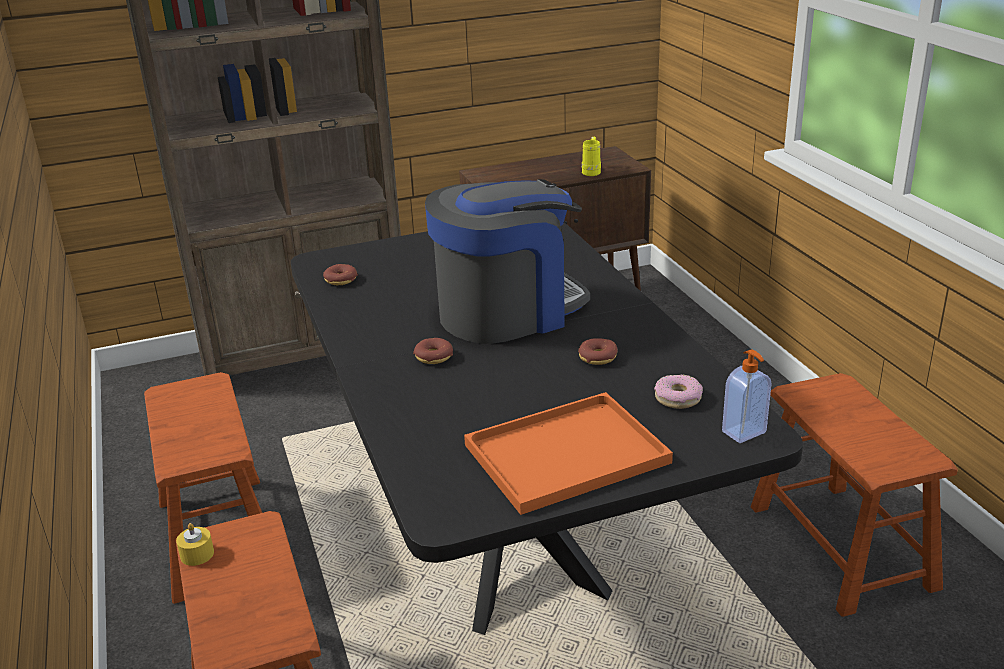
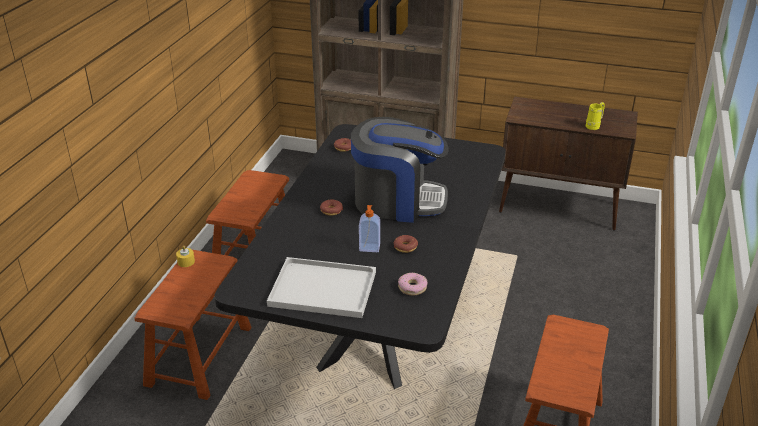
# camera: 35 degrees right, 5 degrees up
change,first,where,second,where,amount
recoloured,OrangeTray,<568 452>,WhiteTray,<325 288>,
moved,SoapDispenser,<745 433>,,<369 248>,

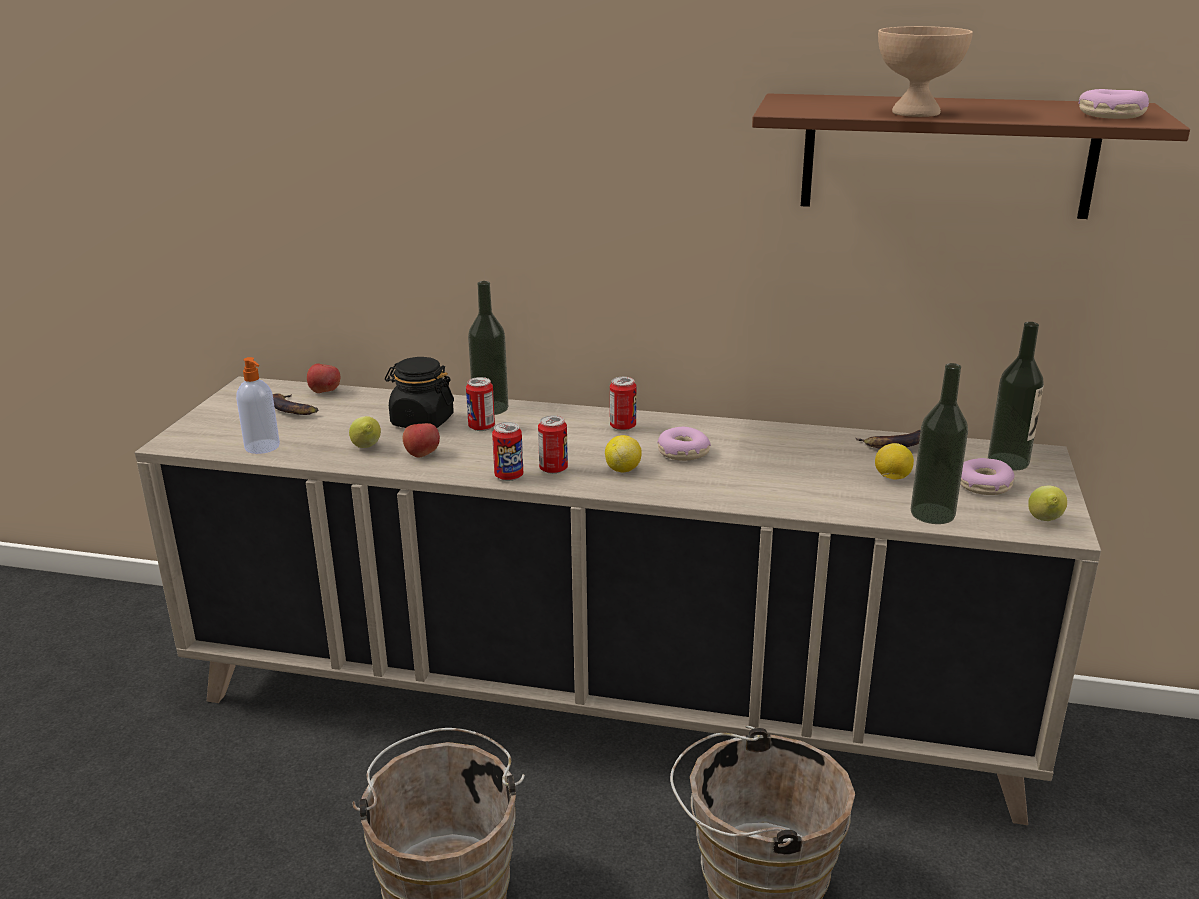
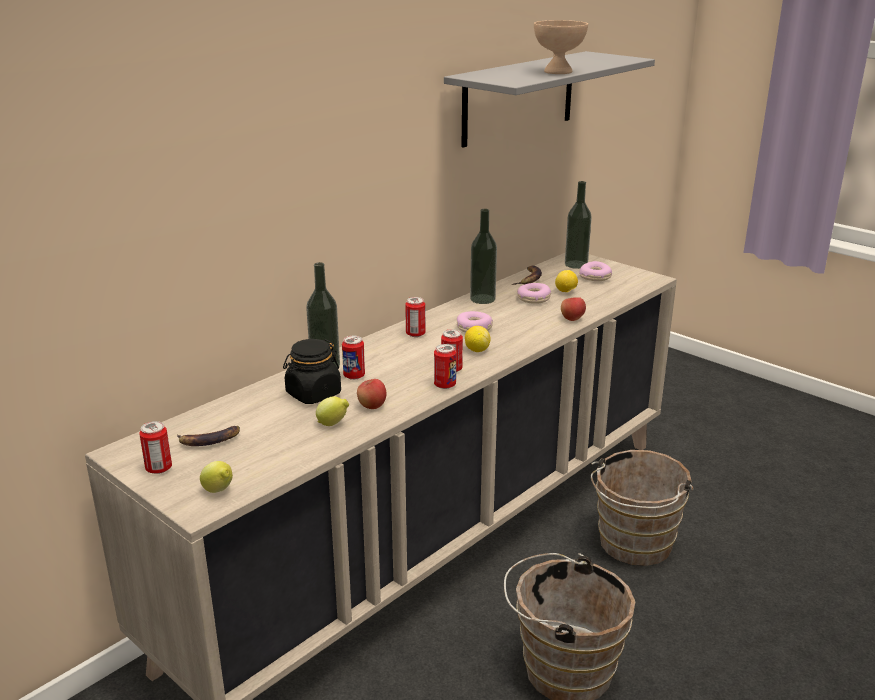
# camera: 60 degrees left, 0 degrees up
change,first,where,second,where,amount
added,,,Can,<159 469>,
moved,Lemon,<1044 521>,,<219 491>,
recoloured,BrownShelf,<947 156>,GreyShelf,<519 98>,
moved,Bottle,<932 513>,,<482 299>,
moved,Donut,<1111 116>,,<533 299>,
moved,Apple,<325 392>,,<572 319>,
removed,SoapDispenser,<263 447>,,,

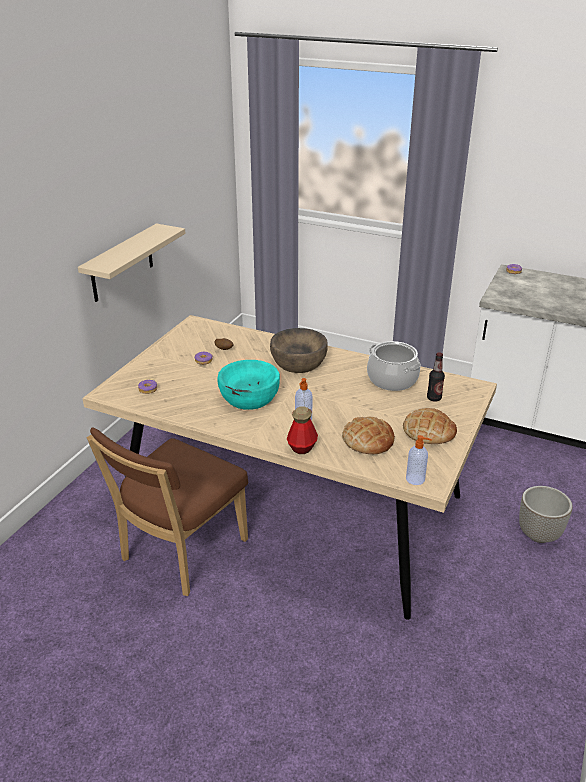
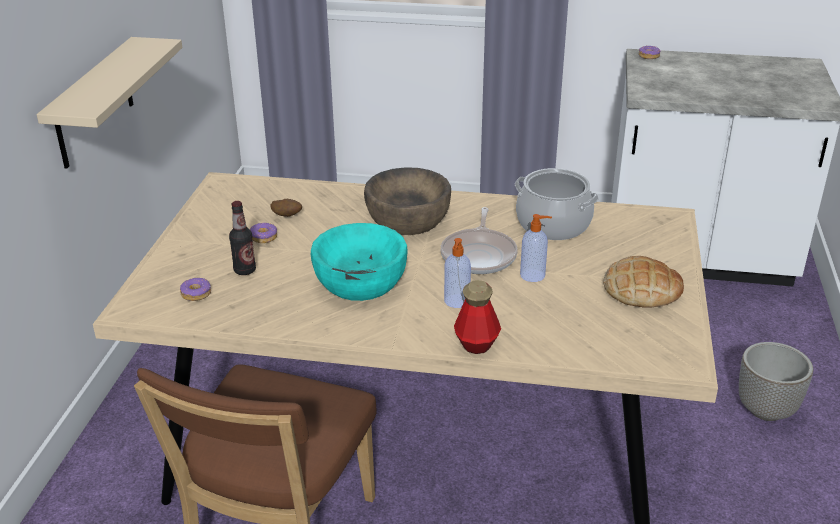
# camera: 15 degrees left, 0 degrees up
change,first,where,second,where,amount
moved,Bottle,<434 398>,,<245 270>,
added,,,FryingPan,<479 255>,
moved,SoapDispenser,<416 479>,,<533 275>,
removed,Bread,<368 440>,,,

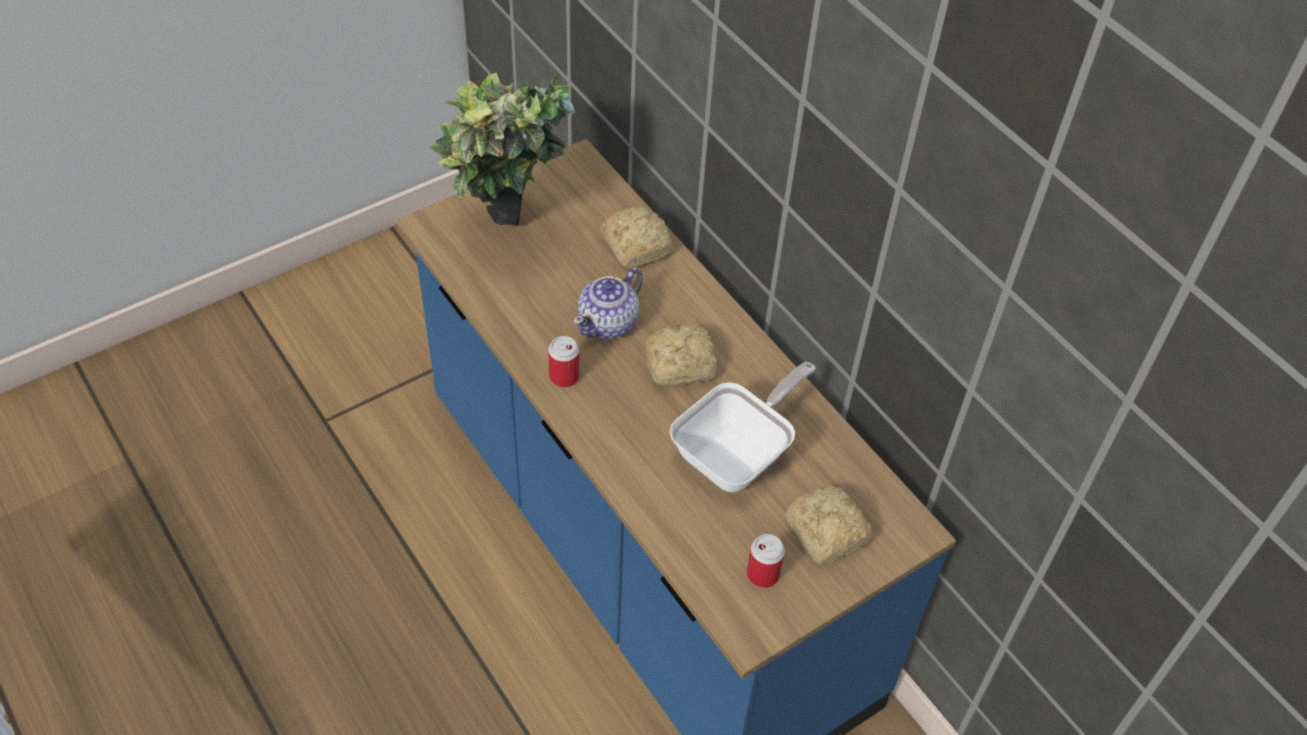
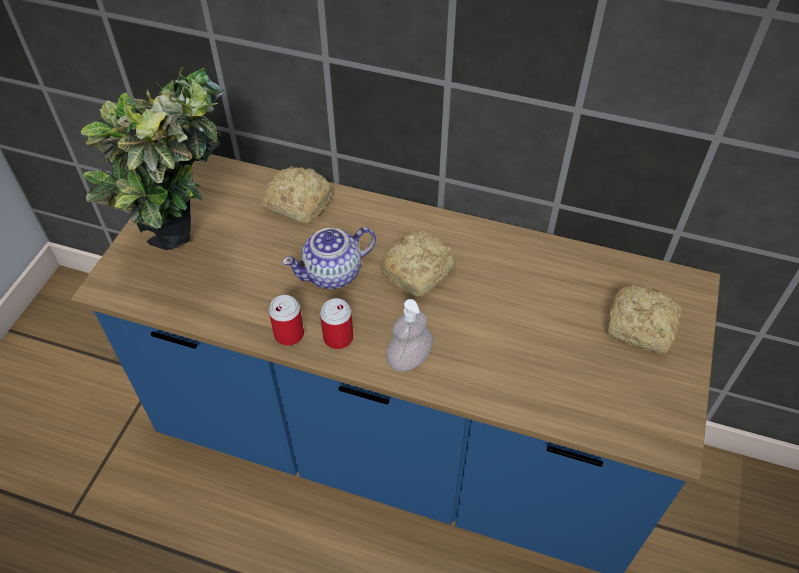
# camera: 35 degrees left, 0 degrees up
change,first,where,second,where,amount
moved,Can,<762 574>,,<289 334>,
turned,Teapot,<609 323>,,<333 273>,60 degrees clockwise
added,,,SoapDispenser,<409 359>,
removed,FryingPan,<738 454>,,,

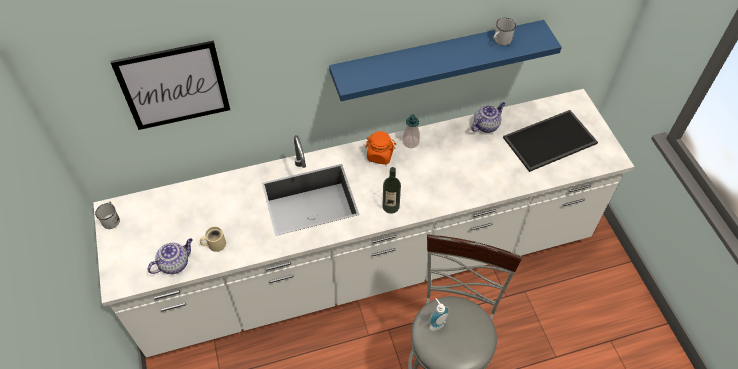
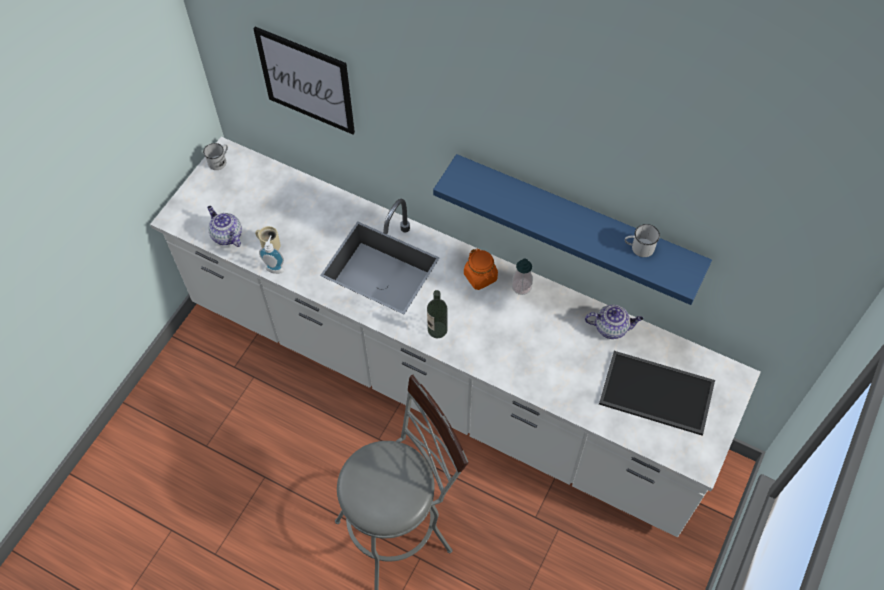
# camera: 45 degrees right, 5 degrees up
change,first,where,second,where,amount
turned,Teapot,<175 263>,,<226 235>,135 degrees counterclockwise
moved,SoapDispenser,<436 323>,,<275 267>,

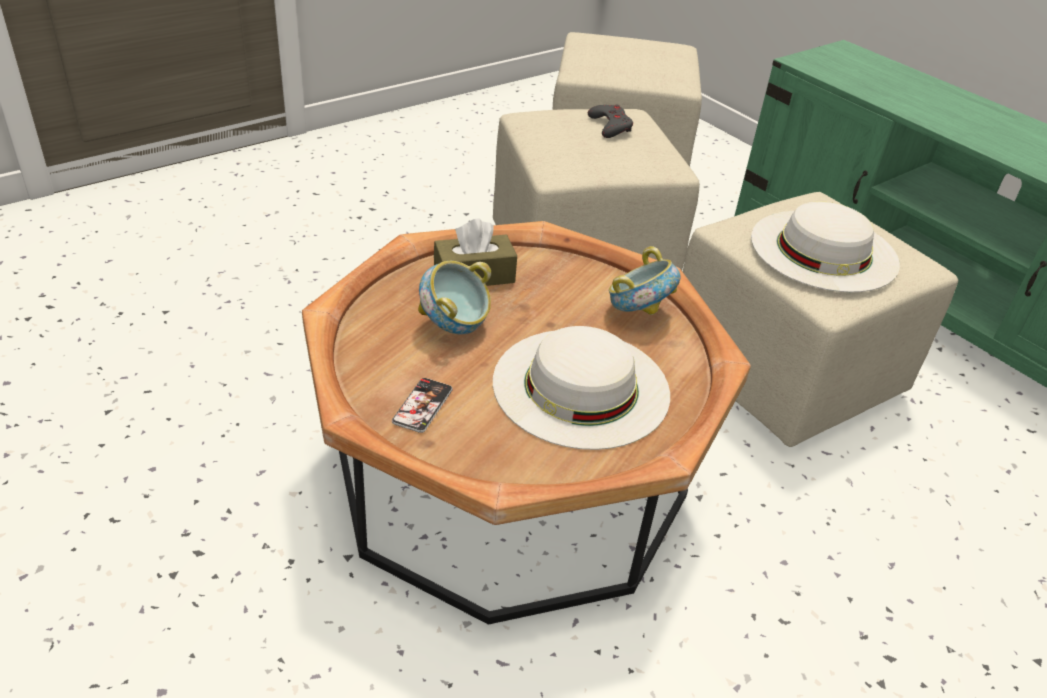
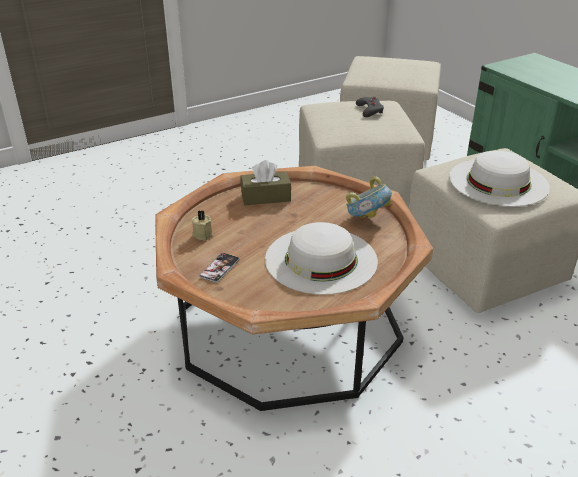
# camera: 10 degrees right, 5 degrees down
change,first,where,second,where,amount
added,,,BeigeCandle,<203 234>,
removed,Bowl,<454 327>,,,

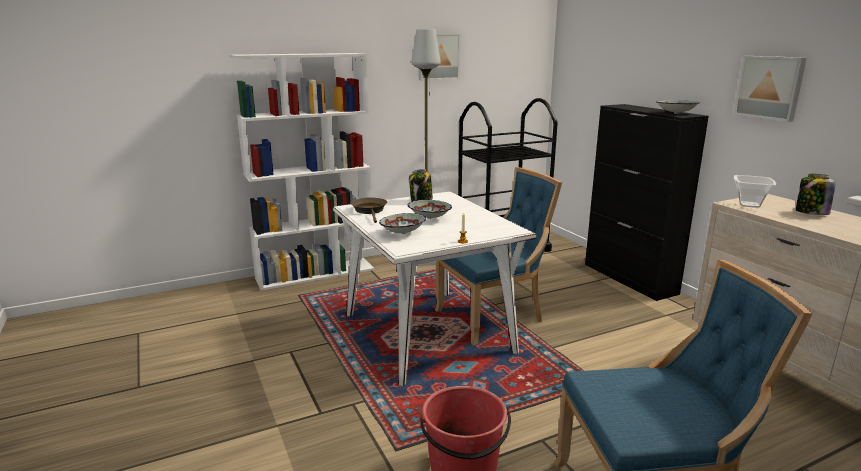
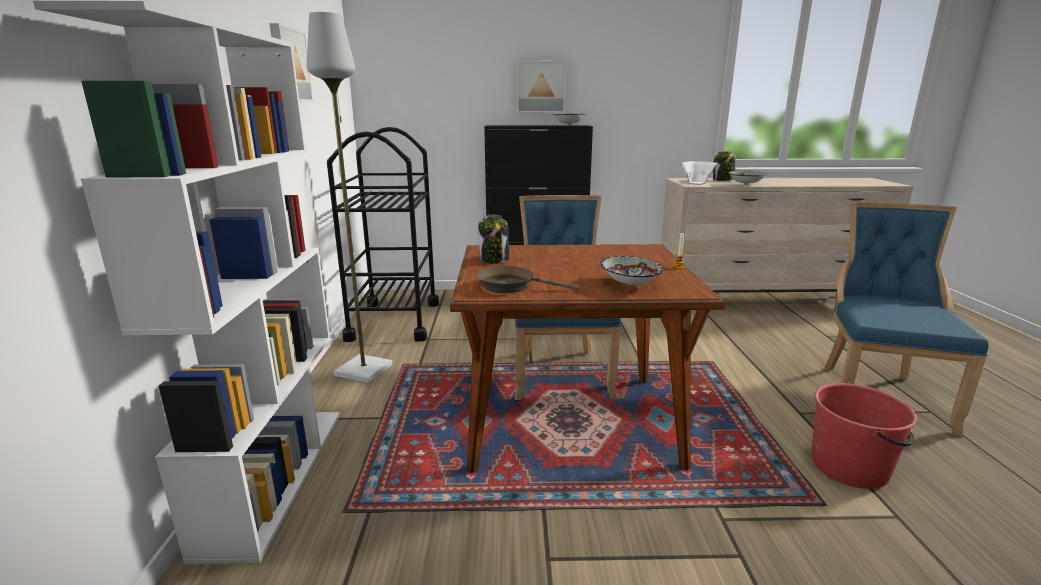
# camera: 65 degrees left, 0 degrees up
change,first,where,second,where,amount
recoloured,WhiteDiningTable,<427 333>,BrownDiningTable,<570 420>,
moved,Picture,<770 87>,,<540 87>,
moved,Bowl,<429 218>,,<745 184>,

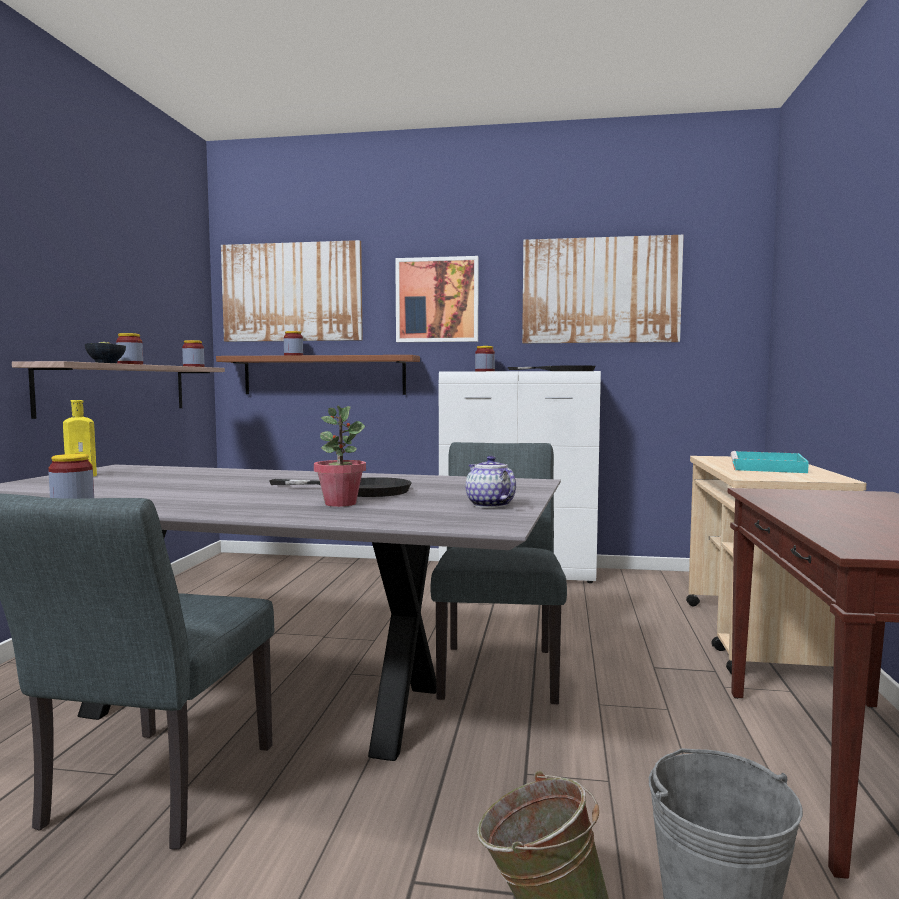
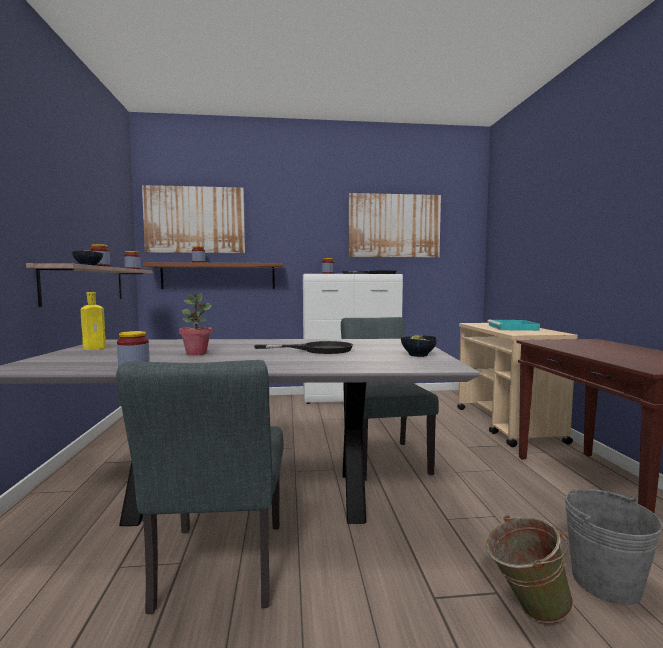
# camera: 15 degrees left, 0 degrees up
change,first,where,second,where,amount
moved,PottedPlant,<340 503>,,<196 353>,
replaced,Teapot,<489 505>,Bowl,<417 355>,
removed,Picture,<437 300>,,,

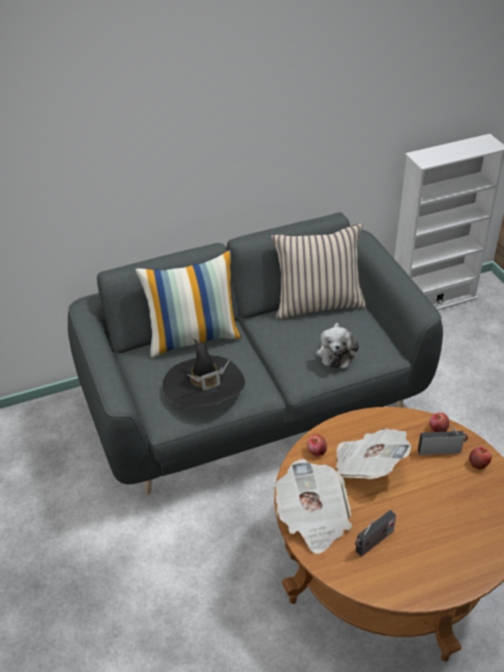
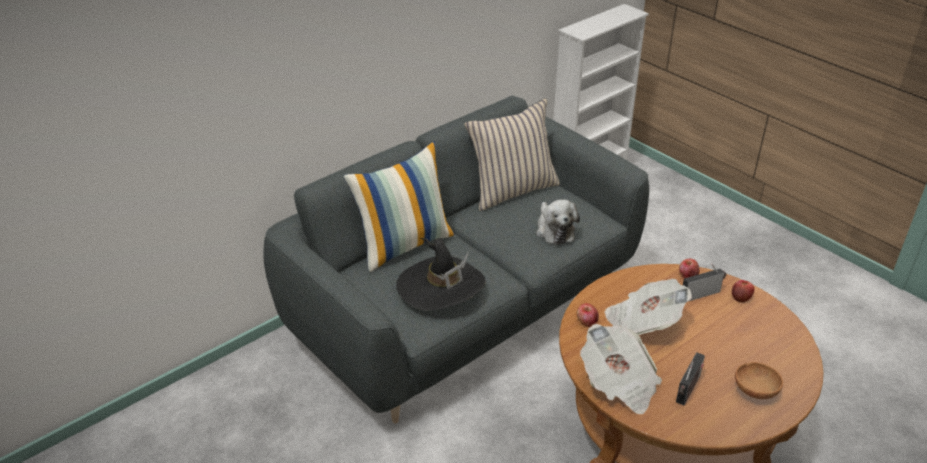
# camera: 20 degrees left, 5 degrees down
change,first,where,second,where,amount
added,,,BrownBowl,<755 390>,

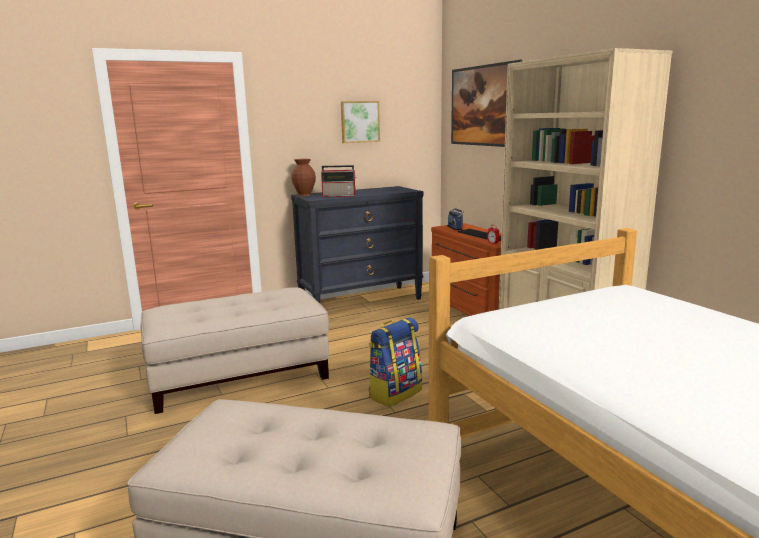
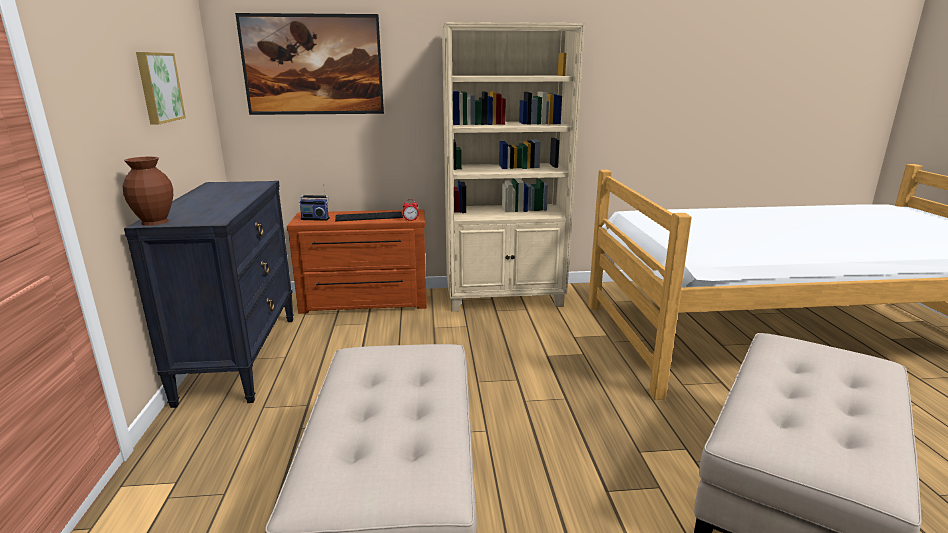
# camera: 70 degrees left, 5 degrees up
change,first,where,second,where,amount
removed,Radio,<339 195>,,,
removed,Backpack,<395 393>,,,

